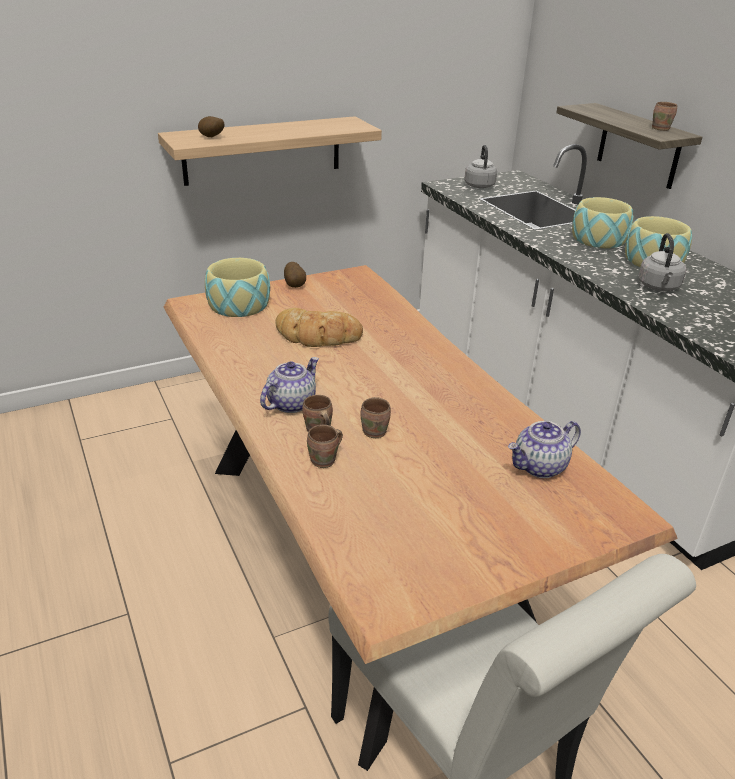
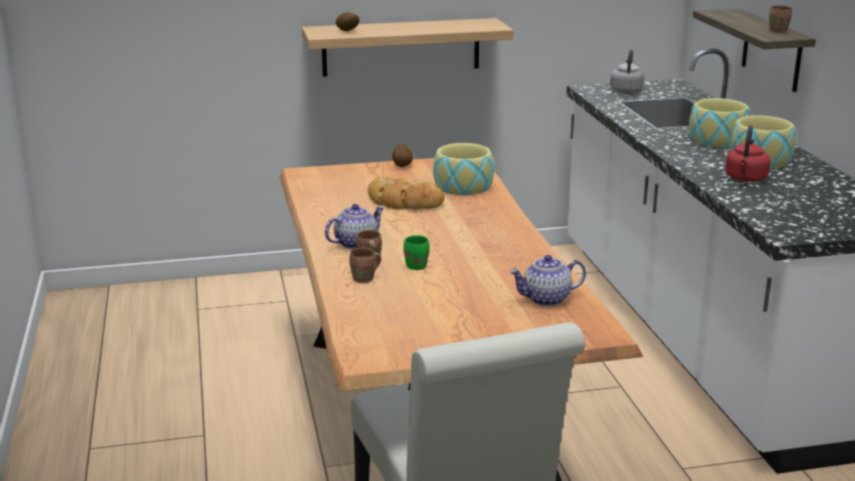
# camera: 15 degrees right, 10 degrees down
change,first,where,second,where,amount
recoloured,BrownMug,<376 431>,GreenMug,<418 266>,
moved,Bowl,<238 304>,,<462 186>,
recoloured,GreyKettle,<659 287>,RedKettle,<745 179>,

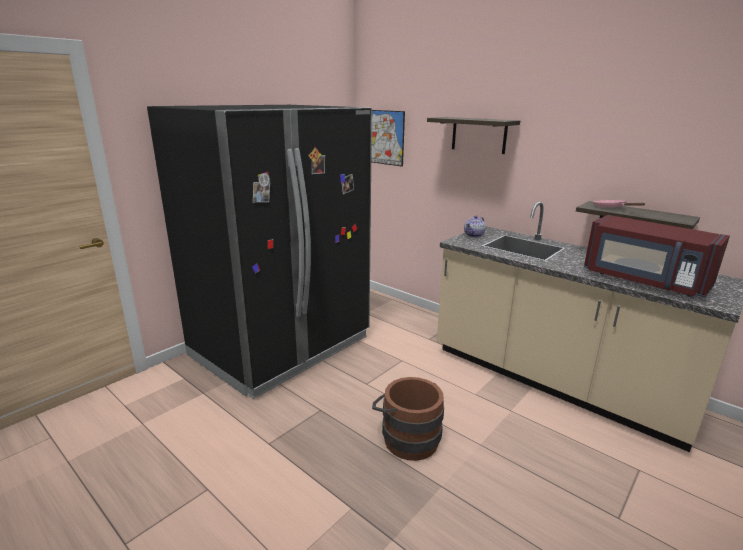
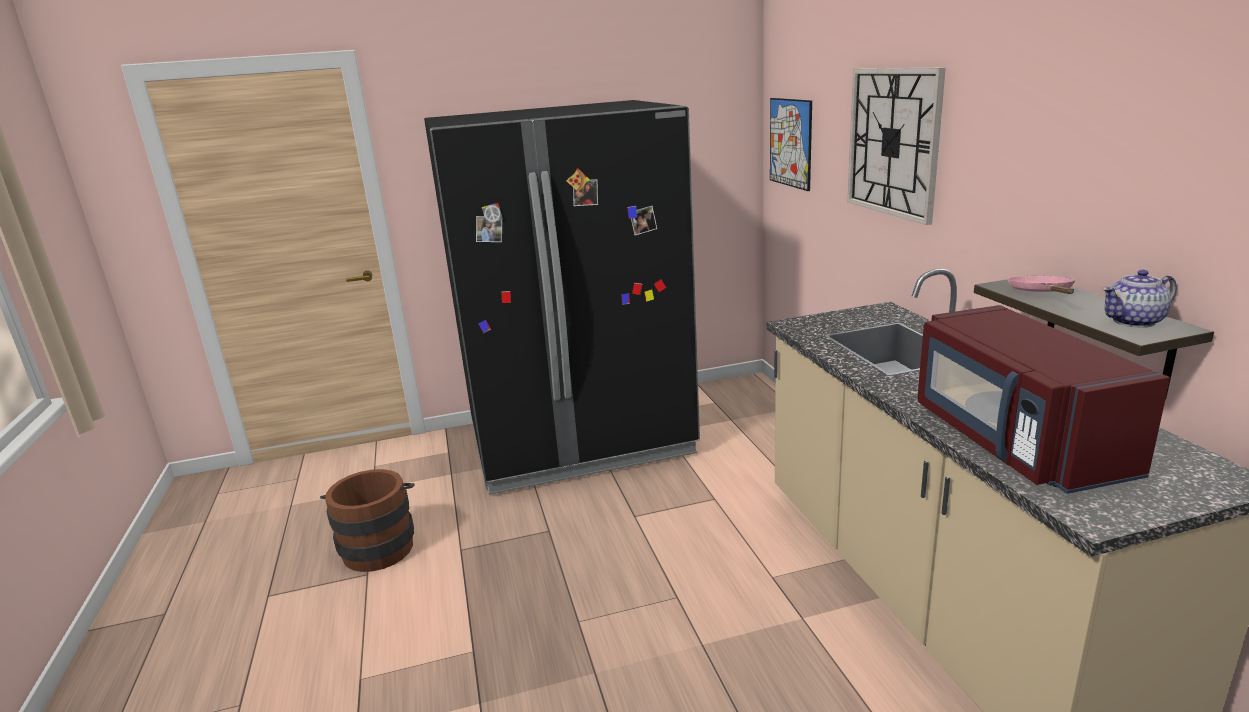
# camera: 35 degrees right, 0 degrees up
change,first,where,second,where,amount
moved,BrownBucket,<407 437>,,<379 545>,
replaced,Shelf,<479 135>,WallClock,<893 142>,
moved,Teapot,<474 235>,,<1134 321>,

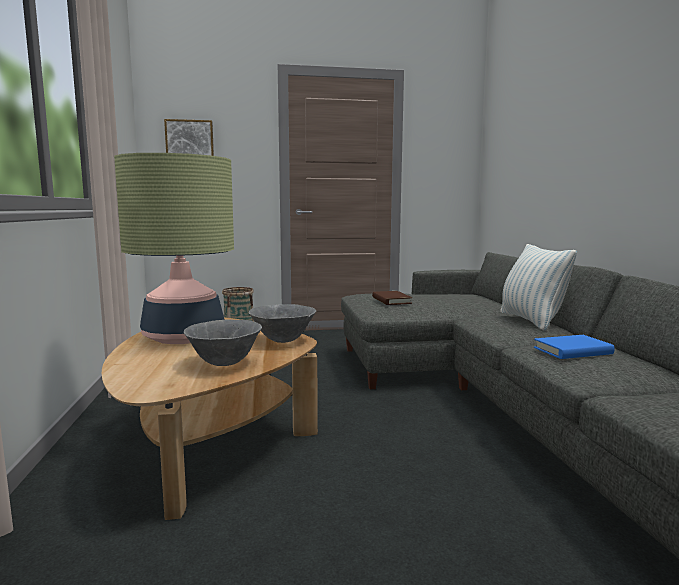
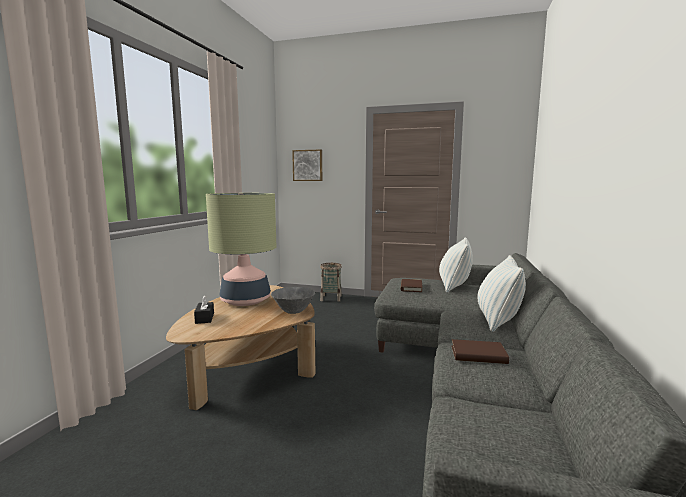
# camera: 25 degrees right, 0 degrees up
change,first,where,second,where,amount
added,,,BlackTissueBox,<204 318>,
added,,,Pillow,<454 286>,
recoloured,BlueBook,<572 351>,BrownBook,<478 355>,
removed,GreyBowl,<224 363>,,,

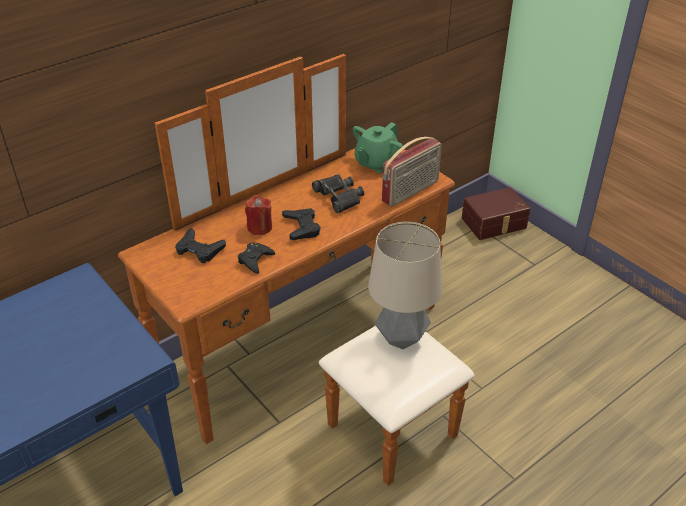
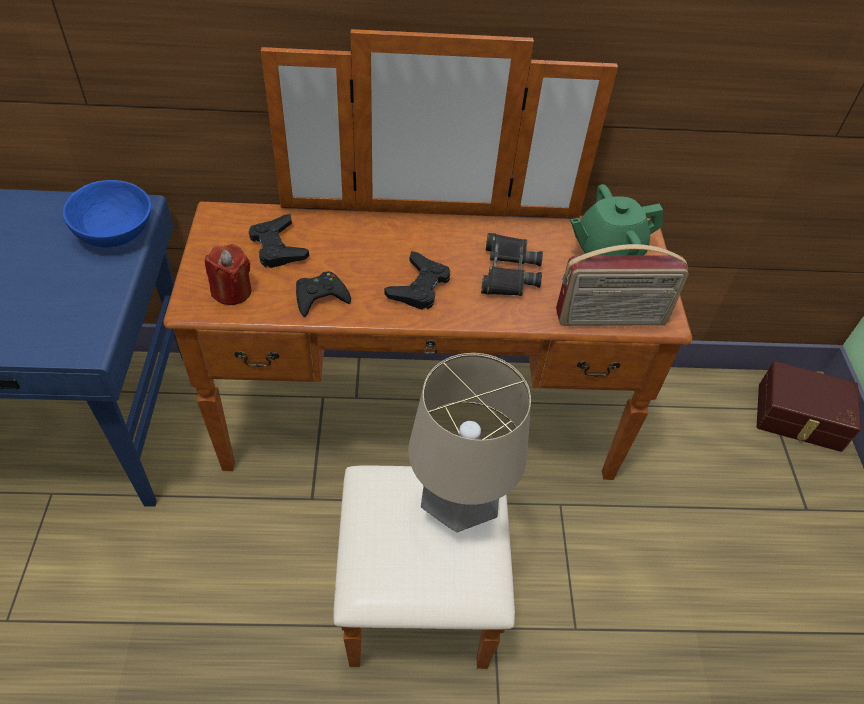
# camera: 35 degrees right, 10 degrees up
change,first,where,second,where,amount
added,,,BlueBowl,<114 232>,
moved,RedCandle,<259 227>,,<232 291>,

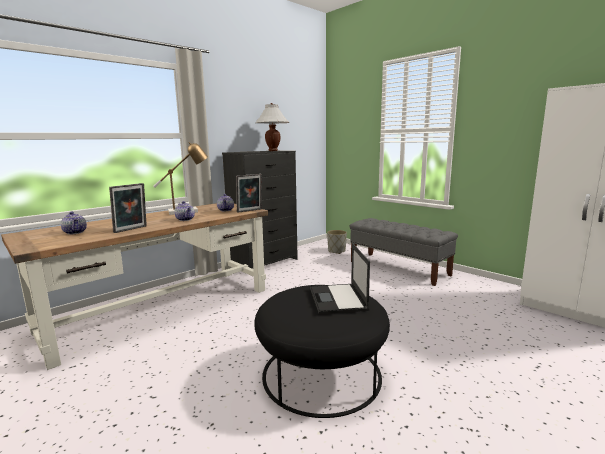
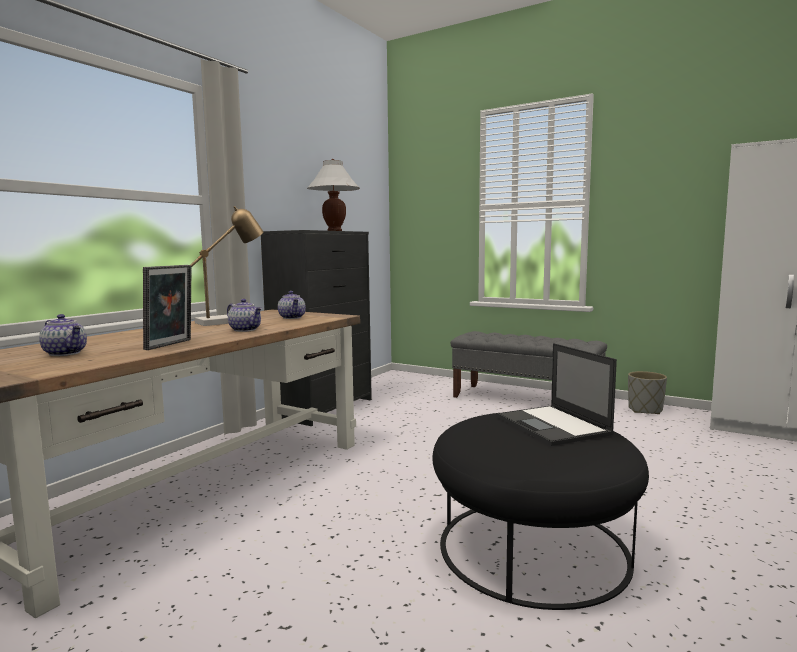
# camera: 15 degrees left, 5 degrees down
change,first,where,second,where,amount
moved,GreyPlanter,<336 251>,,<645 410>,
removed,PictureFrame,<250 211>,,,

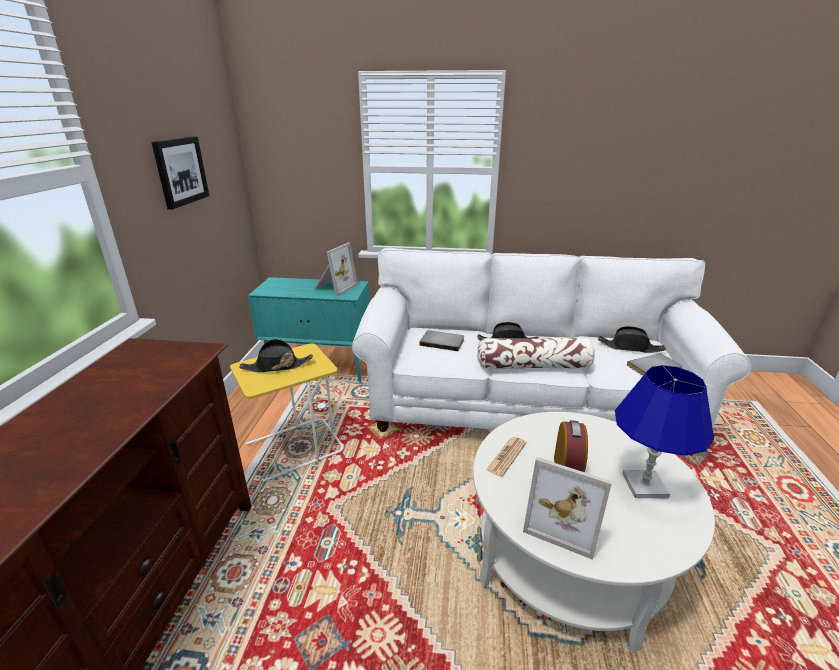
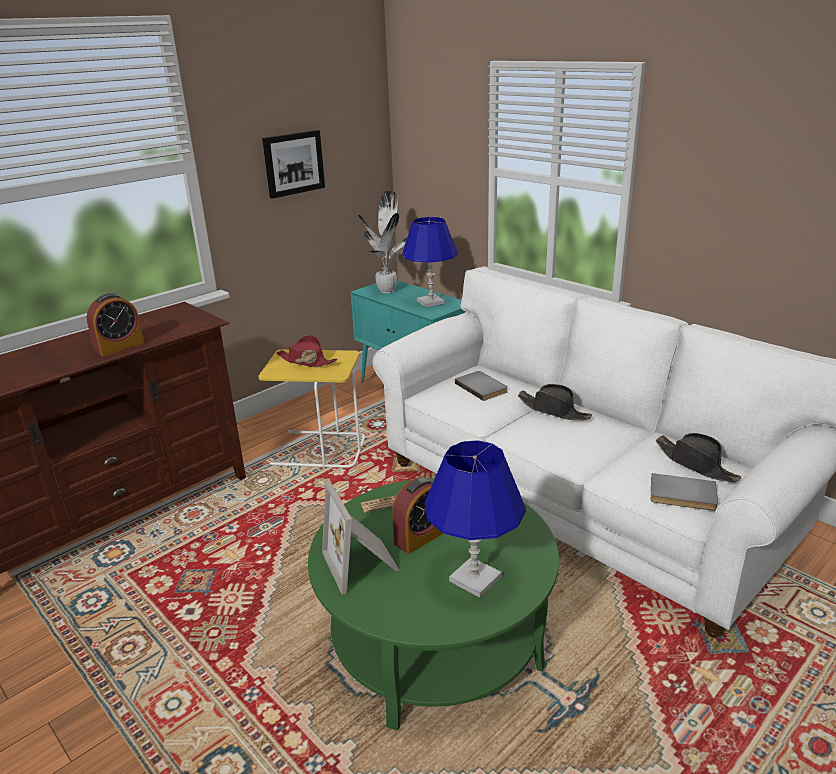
# camera: 40 degrees right, 0 degrees up
change,first,where,second,where,amount
added,,,AlarmClock,<119 347>,
recoloured,BlackHat,<277 366>,RedHat,<306 361>,
recoloured,WhiteCoffeeTable,<569 555>,GreenCoffeeTable,<435 639>,
added,,,PottedPlant,<387 290>,
replaced,PictureFrame,<334 287>,BlueTableLamp,<431 302>,
removed,Pillow,<533 366>,,,

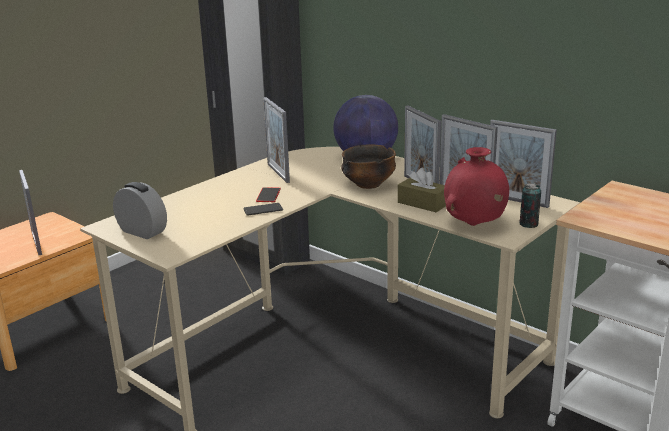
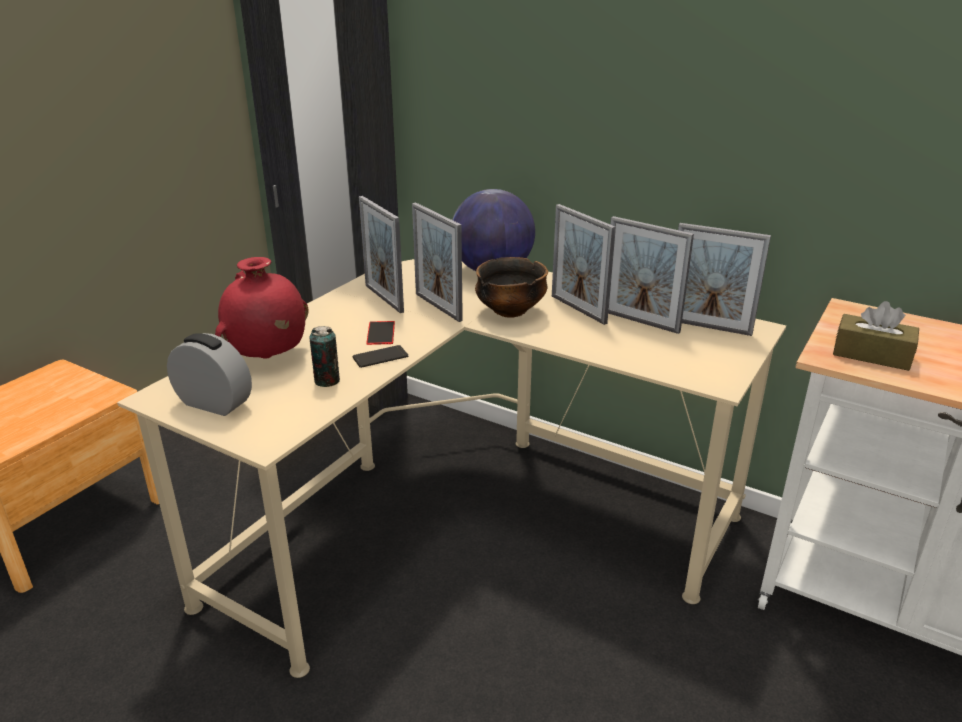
# camera: 10 degrees left, 5 degrees up
change,first,where,second,where,amount
moved,RedVase,<474 225>,,<268 357>,
moved,Can,<528 224>,,<327 381>,
moved,PictureFrame,<36 243>,,<438 307>,
moved,BrownTissueBox,<422 203>,,<871 355>,

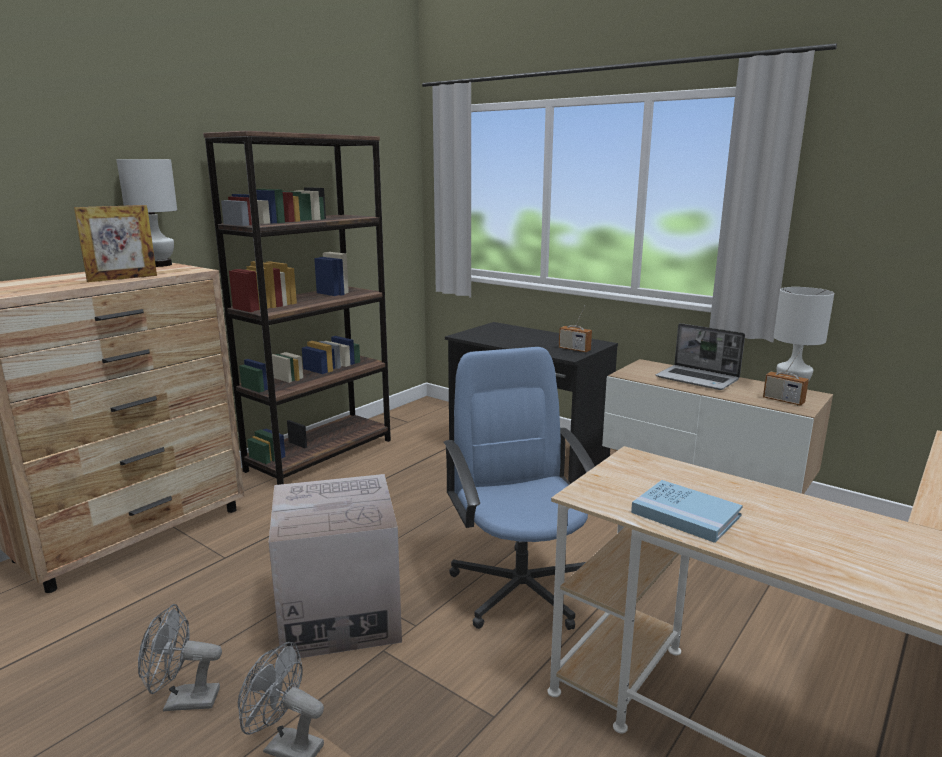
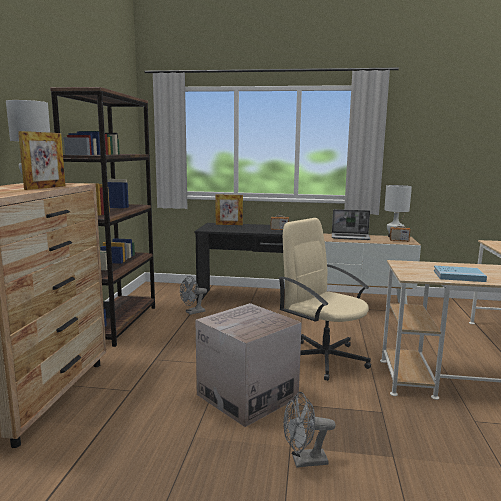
# camera: 30 degrees left, 5 degrees down
change,first,where,second,where,amount
moved,GreyFan,<183 701>,,<192 312>,
added,,,PictureFrame,<229 224>,
recoloured,BlueOfficeChair,<521 587>,BeigeOfficeChair,<324 358>,

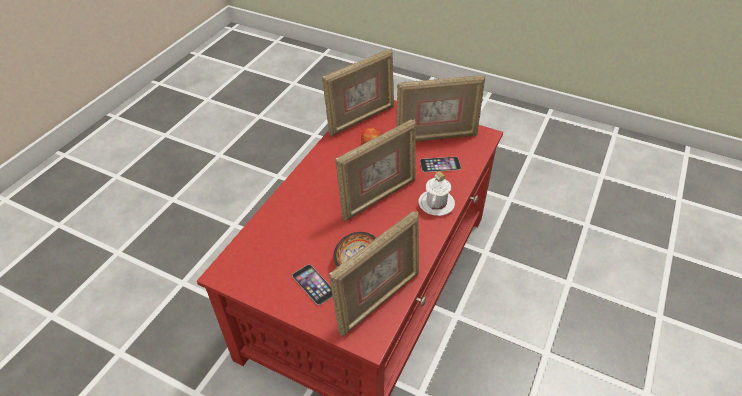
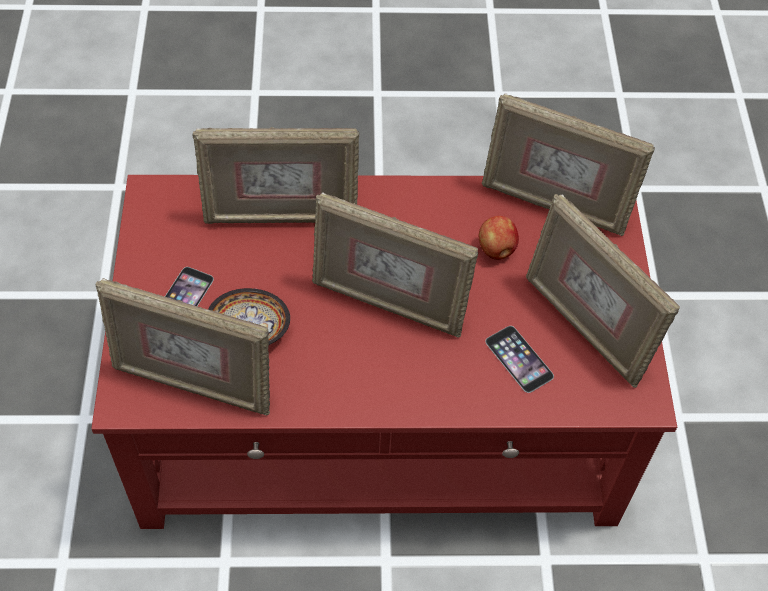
# camera: 60 degrees right, 10 degrees up
change,first,where,second,where,amount
added,,,PictureFrame,<281 216>,
removed,WhiteMug,<436 204>,,,

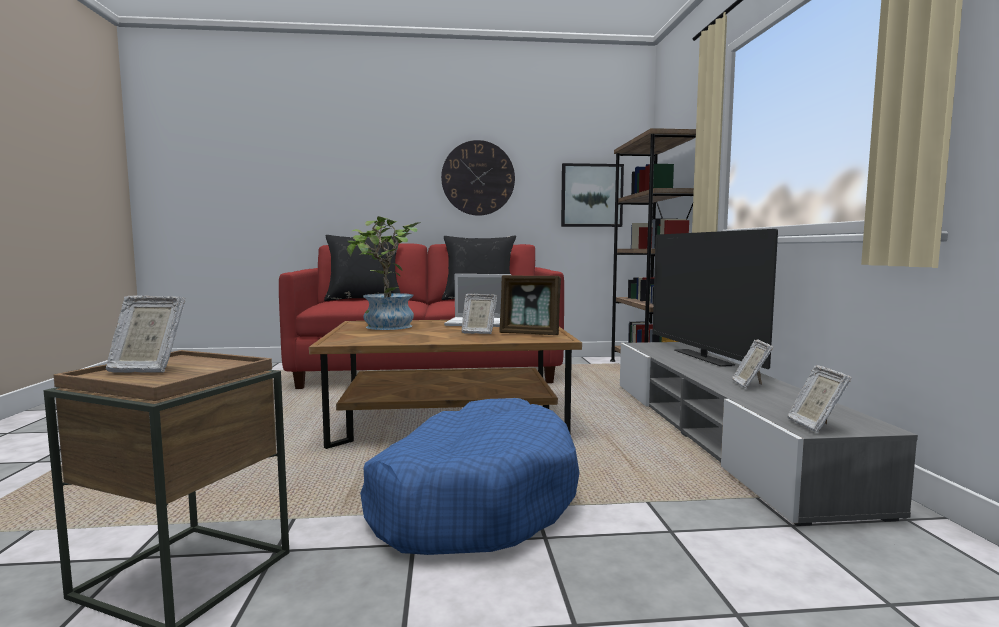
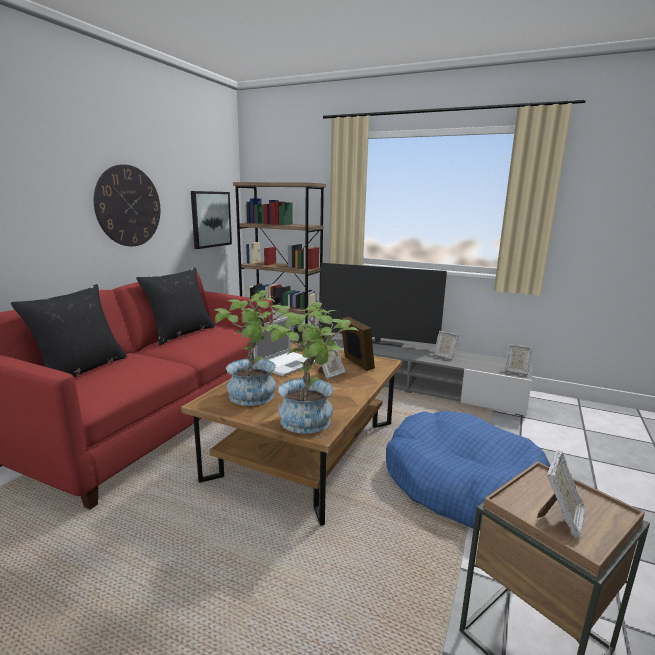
# camera: 60 degrees left, 10 degrees up
change,first,where,second,where,amount
added,,,PottedPlant,<311 423>,
turned,PictureFrame,<530 334>,,<356 363>,75 degrees counterclockwise

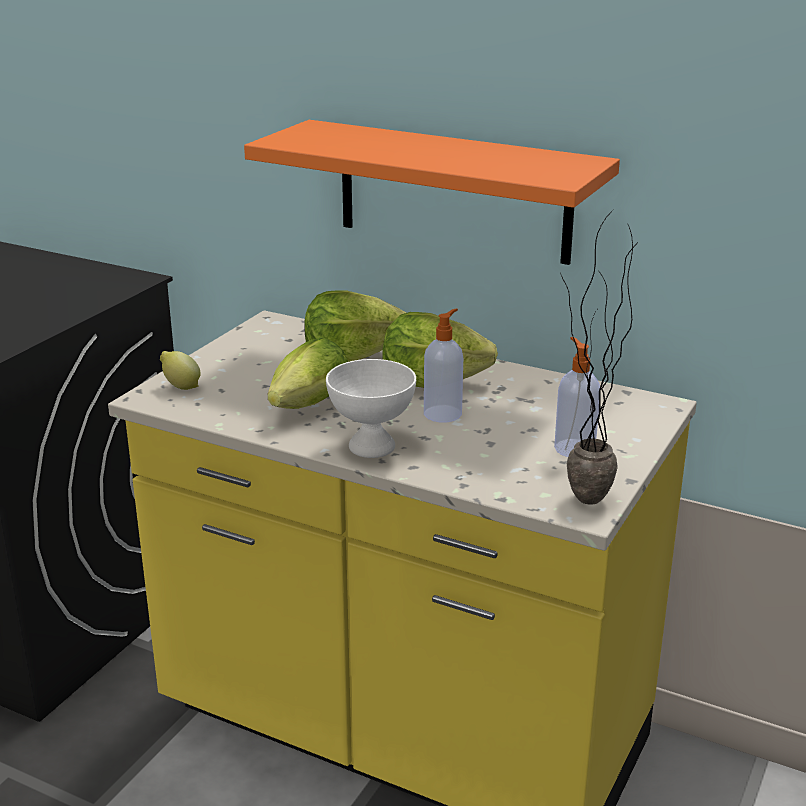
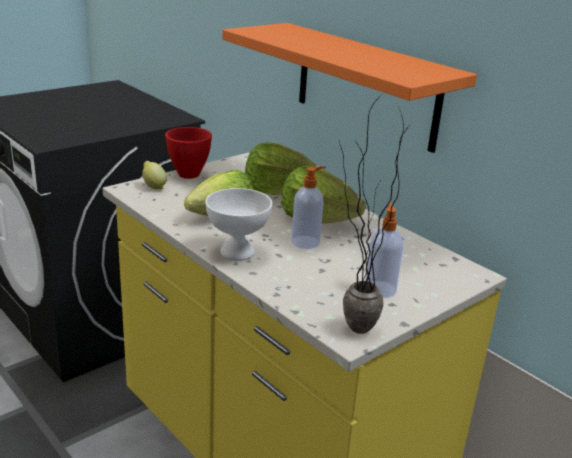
# camera: 20 degrees right, 0 degrees up
change,first,where,second,where,amount
added,,,RedBowl,<188 175>,

